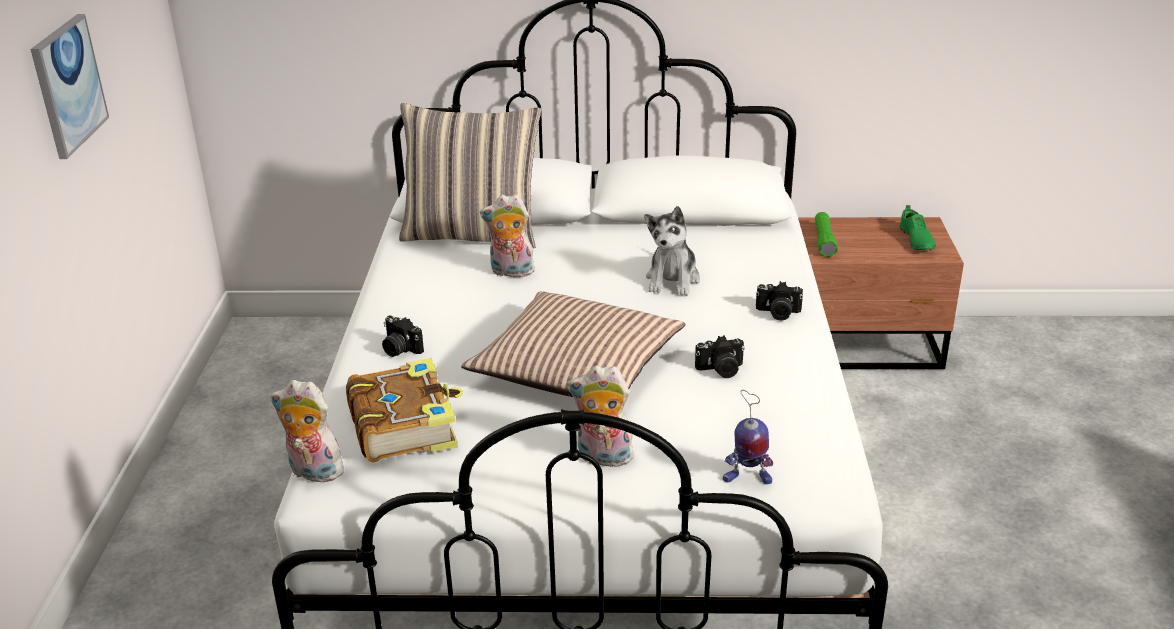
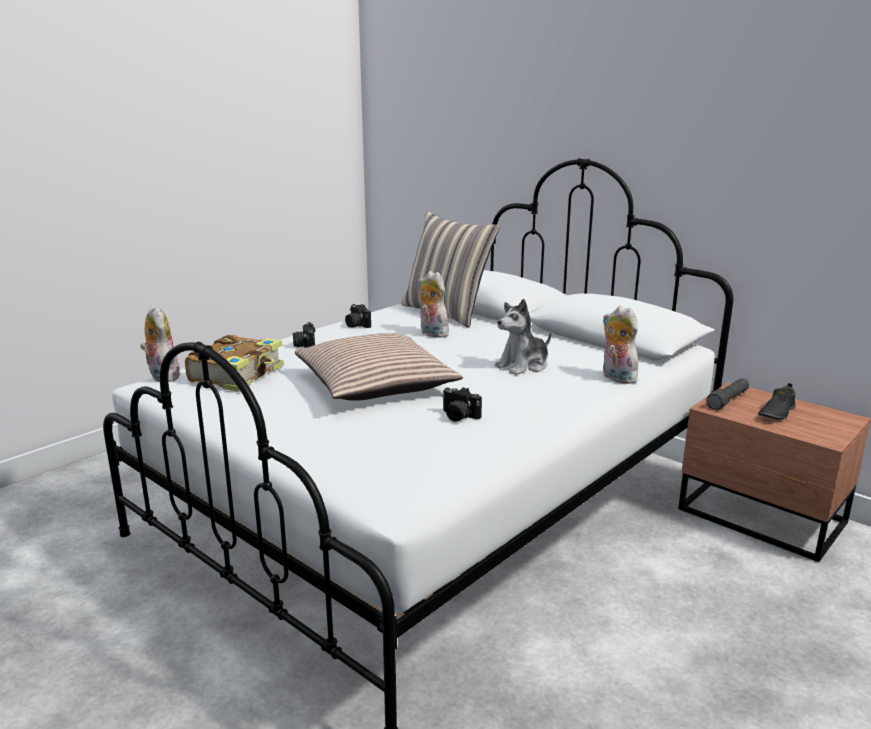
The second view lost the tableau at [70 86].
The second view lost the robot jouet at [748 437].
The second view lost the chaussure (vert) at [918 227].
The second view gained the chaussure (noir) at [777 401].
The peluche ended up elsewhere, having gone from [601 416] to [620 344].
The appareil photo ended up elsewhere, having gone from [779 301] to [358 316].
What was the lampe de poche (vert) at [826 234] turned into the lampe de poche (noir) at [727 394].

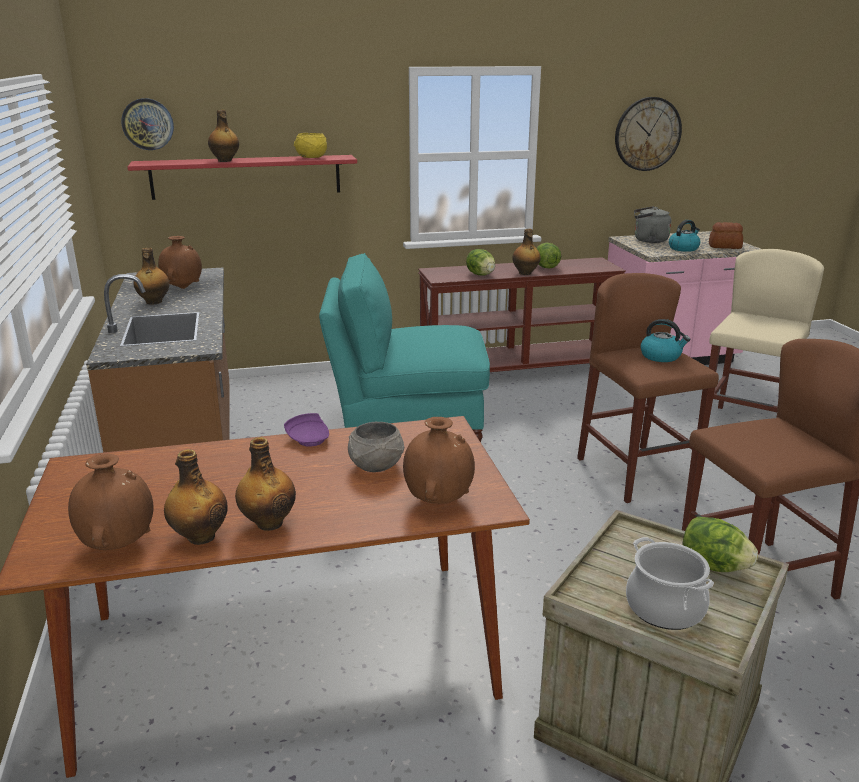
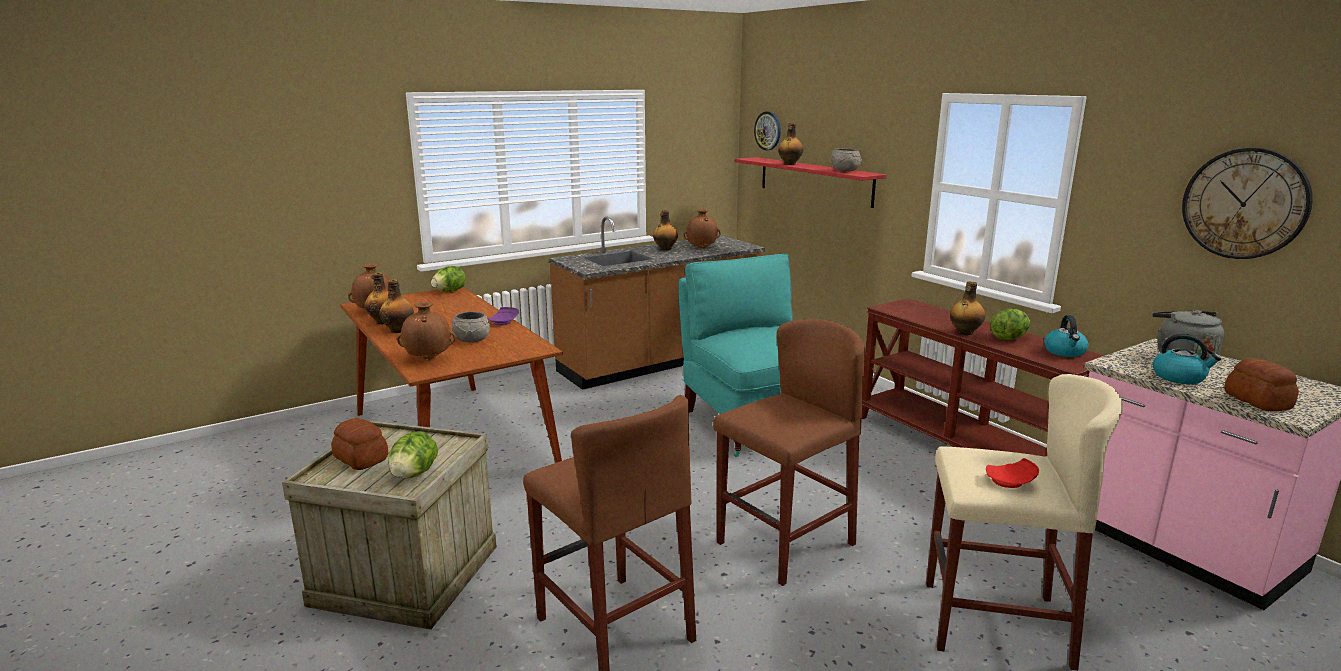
The second view gained the assiette (rouge) at [1012 473].
The laitue ended up elsewhere, having gone from [480 262] to [448 279].
The bouilloire ended up elsewhere, having gone from [665 340] to [1066 336].
Where the marmite stood at [670 583], the pain came to stand at [359 444].
What was the bol (jaune) at [310 145] turned into the bol (gris) at [846 160].

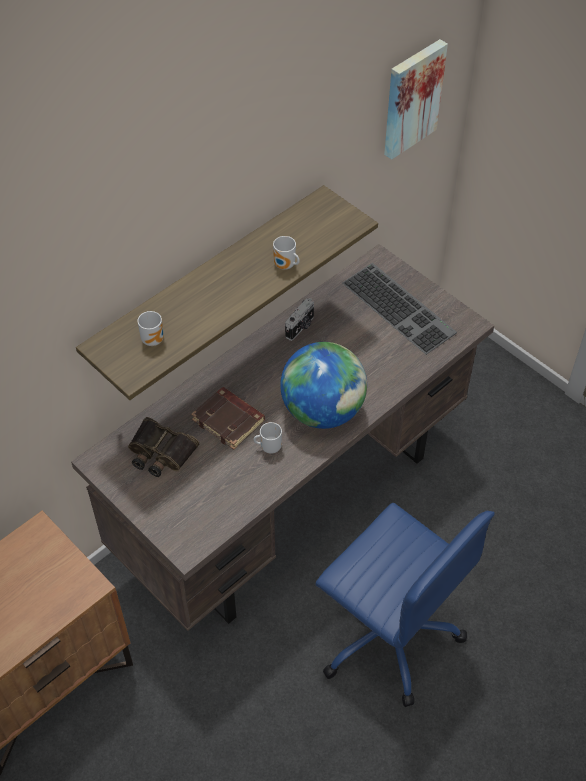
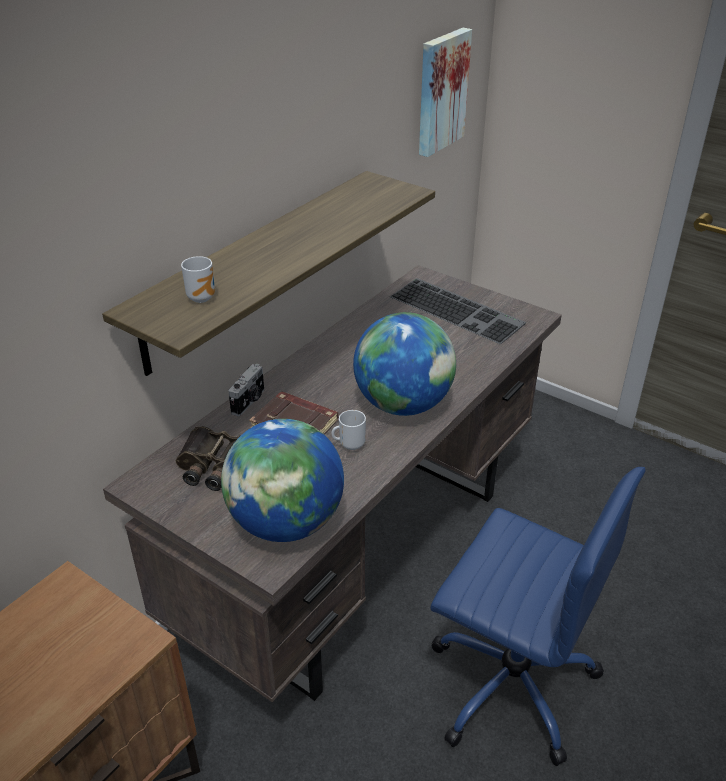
The second view lost the mug at [286 253].
The second view gained the globe at [282 480].
The appareil photo ended up elsewhere, having gone from [299 319] to [246 390].

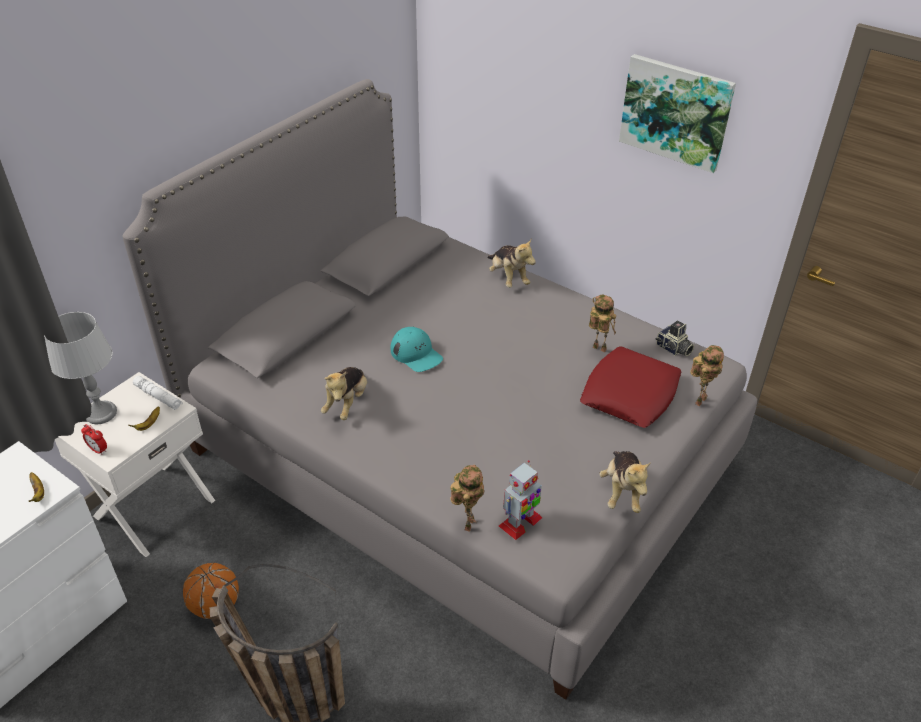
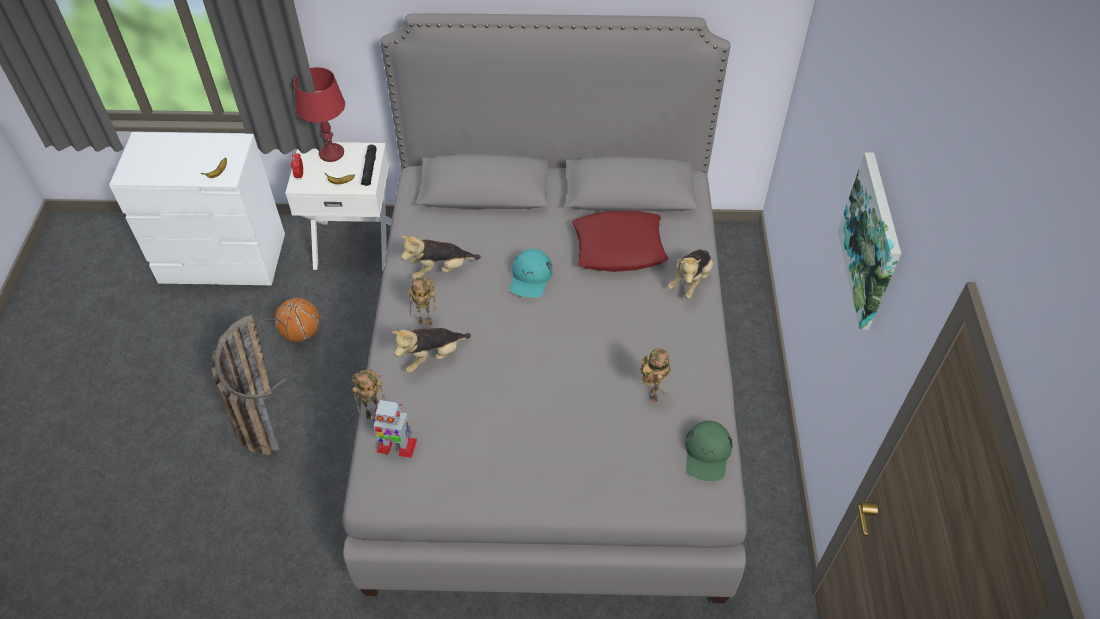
The coussin (rouge) ended up elsewhere, having gone from [631 387] to [620 241].
The peluche ended up elsewhere, having gone from [625 482] to [431 350].
The robot jouet ended up elsewhere, having gone from [707 375] to [422 301].
Where the appareil photo stood at [674 338], the casquette (vert) came to stand at [709 451].
What was the lampe de table (gris) at [80 368] turned into the lampe de table (rouge) at [319 114].
What was the lampe de poche (blanc) at [158 393] turned into the lampe de poche (noir) at [369 165].

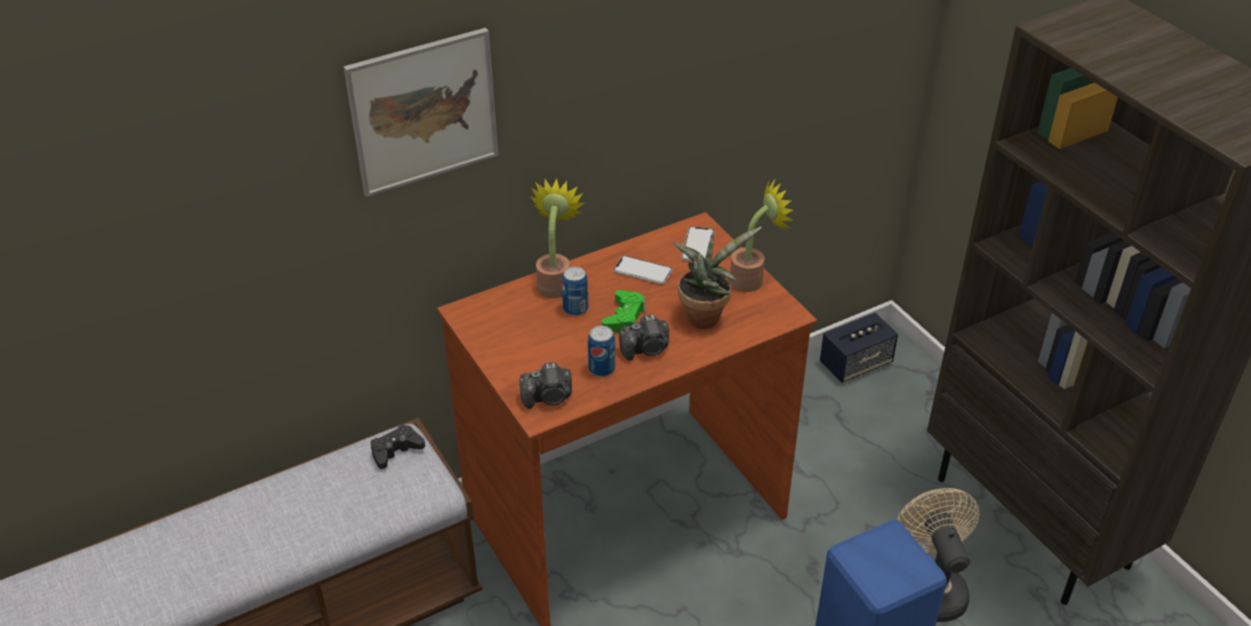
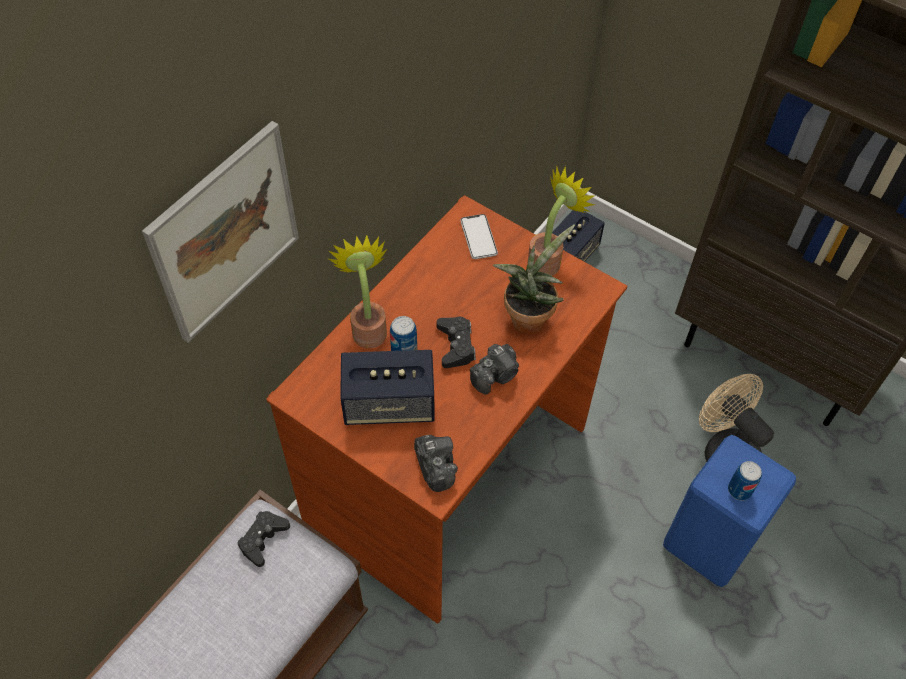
The second view lost the téléphone at [643 270].
The second view gained the enceinte at [387 387].
The boîte métallique ended up elsewhere, having gone from [601 351] to [745 481].
What was the manette (vert) at [624 311] turned into the manette (noir) at [456 342].
The appareil photo at [546 385] ended up facing another way, 75 degrees counterclockwise from before.

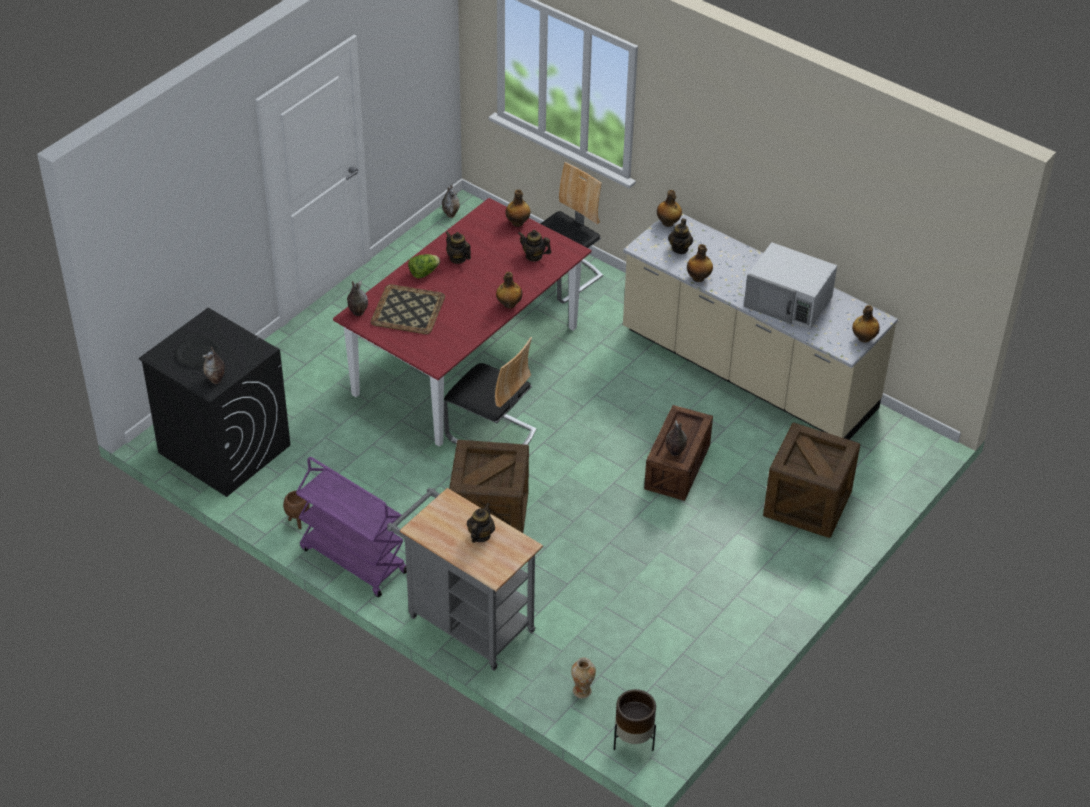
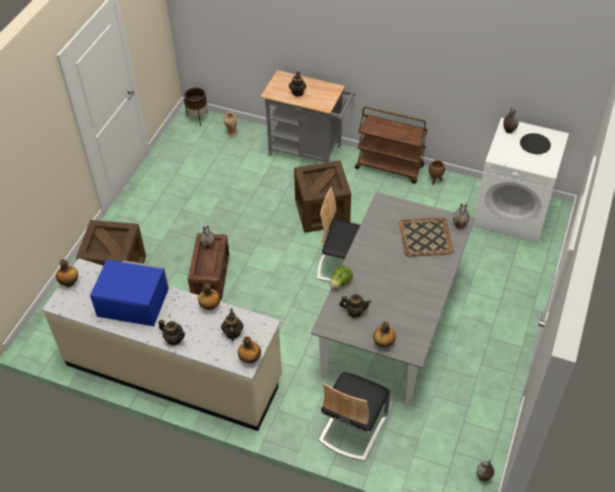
The second view lost the bouteille at [509 290].
The laitue ended up elsewhere, having gone from [424 266] to [341 277].
The théière ended up elsewhere, having gone from [458 247] to [172 332].
What was the lave-linge (noir) at [214 402] turned into the lave-linge (blanc) at [521 180].
What was the chariot (violet) at [351 527] turned into the chariot (marron) at [391 145].
What was the table à manger (rouge) at [462 322] turned into the table à manger (gris) at [393 299].
What was the micro-ondes (blanc) at [790 285] turned into the micro-ondes (bleu) at [129 293].

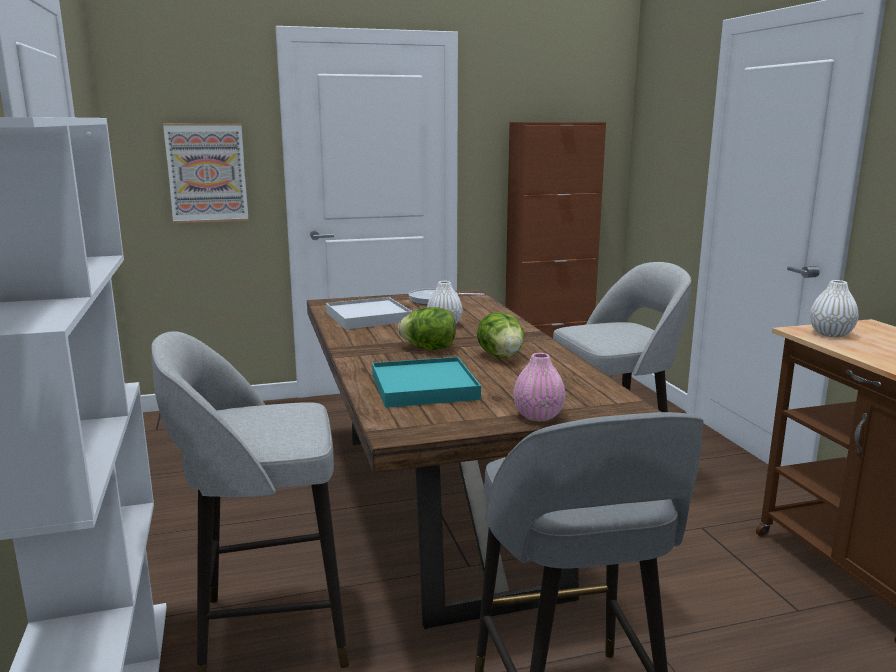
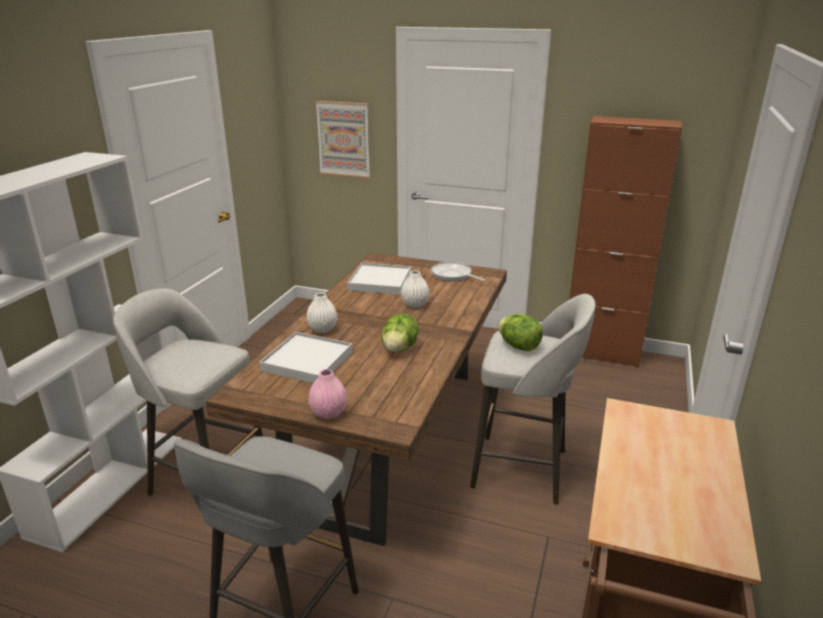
The laitue ended up elsewhere, having gone from [427 328] to [520 332].
The vase (blanc) ended up elsewhere, having gone from [834 308] to [321 313].
What was the plateau (turquoise) at [426 382] turned into the plateau (blanc) at [306 357].

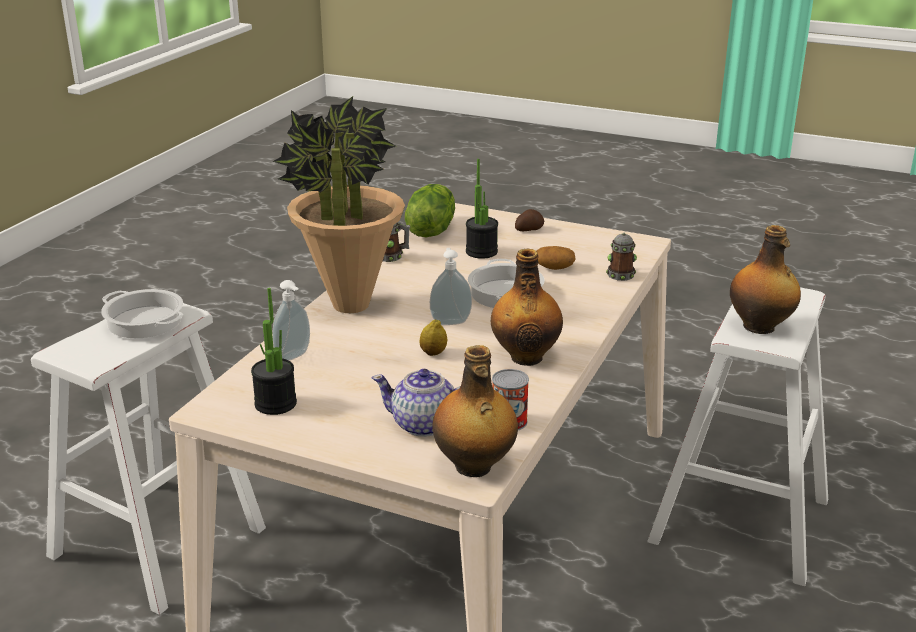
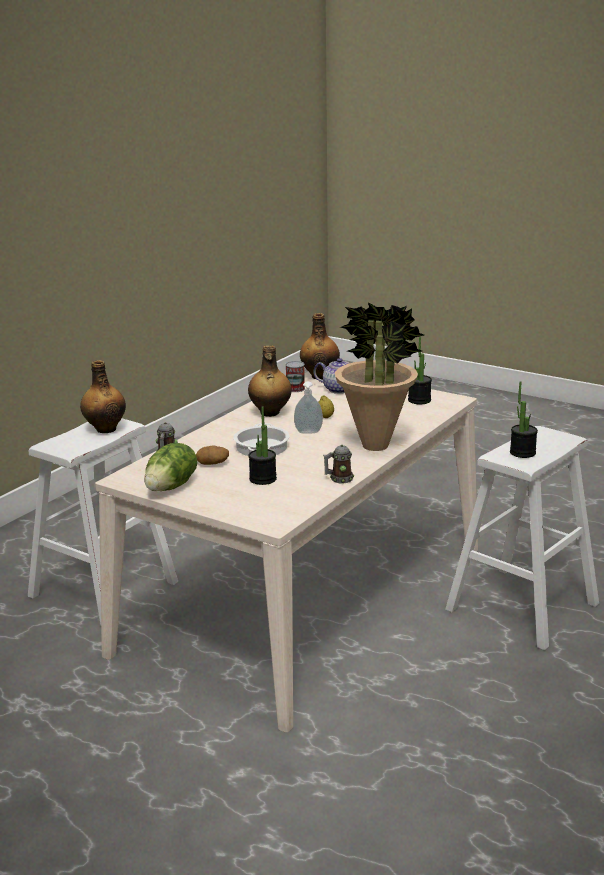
The second view lost the distributeur de savon at [291 320].
The second view lost the pomme de terre at [529 220].
The laitue ended up elsewhere, having gone from [430 210] to [170 467].
Where the marmite stood at [142 313], the plante en pot came to stand at [524 420].

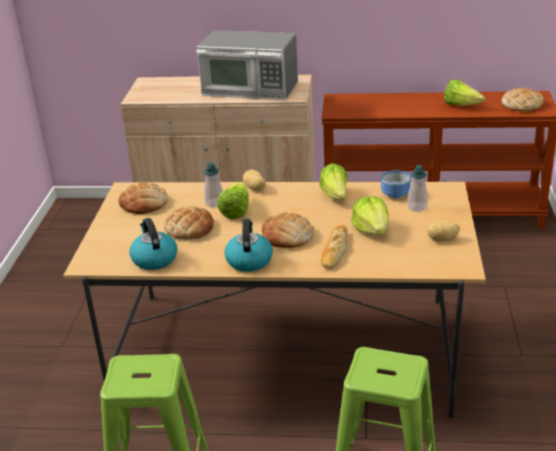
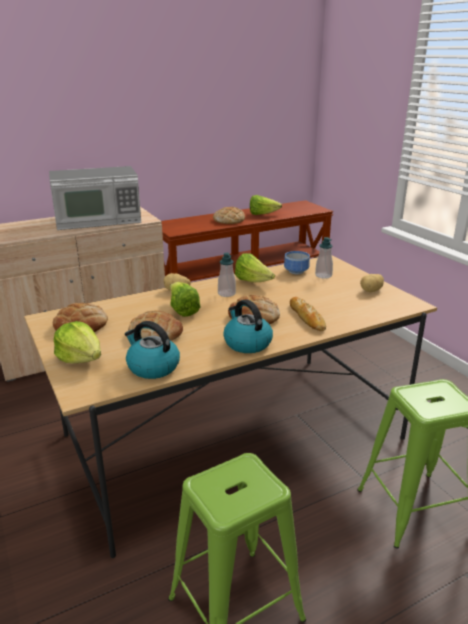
The distributeur de savon ended up elsewhere, having gone from [213 184] to [227 275].
The laitue ended up elsewhere, having gone from [370 216] to [77 342].
The pain ended up elsewhere, having gone from [522 99] to [229 215].

